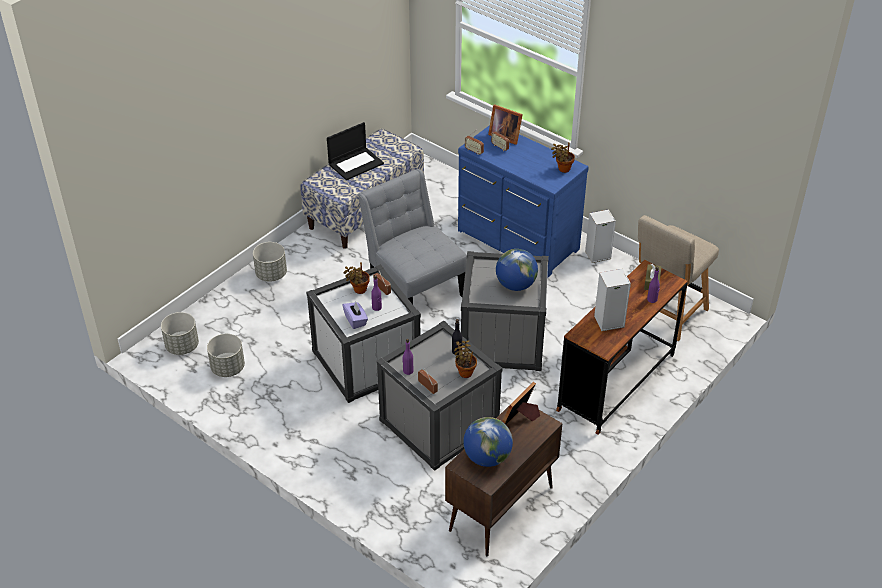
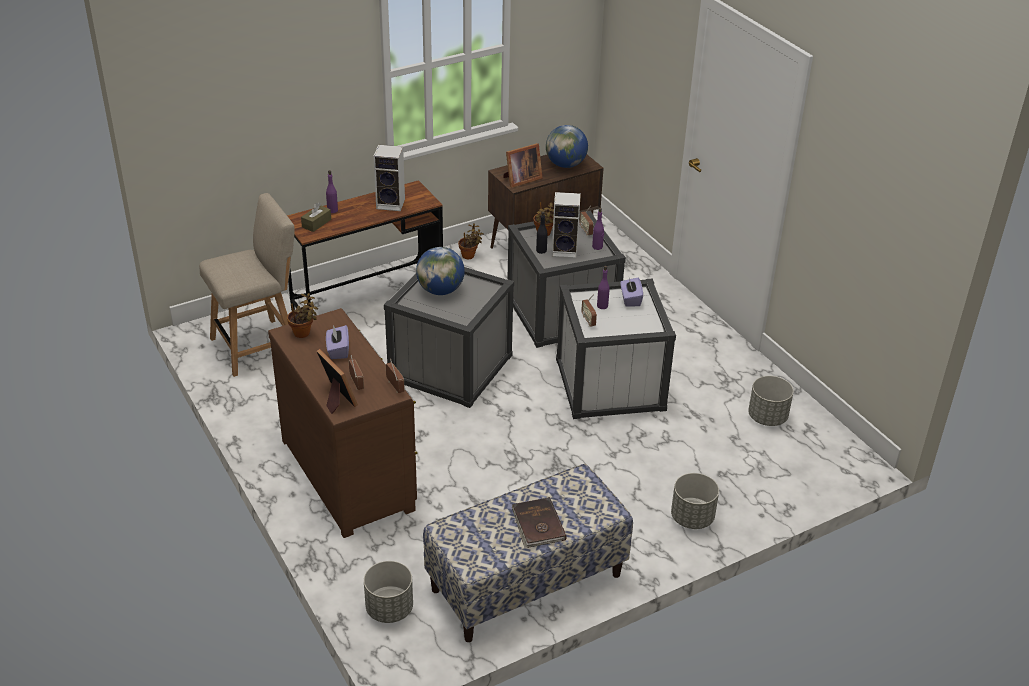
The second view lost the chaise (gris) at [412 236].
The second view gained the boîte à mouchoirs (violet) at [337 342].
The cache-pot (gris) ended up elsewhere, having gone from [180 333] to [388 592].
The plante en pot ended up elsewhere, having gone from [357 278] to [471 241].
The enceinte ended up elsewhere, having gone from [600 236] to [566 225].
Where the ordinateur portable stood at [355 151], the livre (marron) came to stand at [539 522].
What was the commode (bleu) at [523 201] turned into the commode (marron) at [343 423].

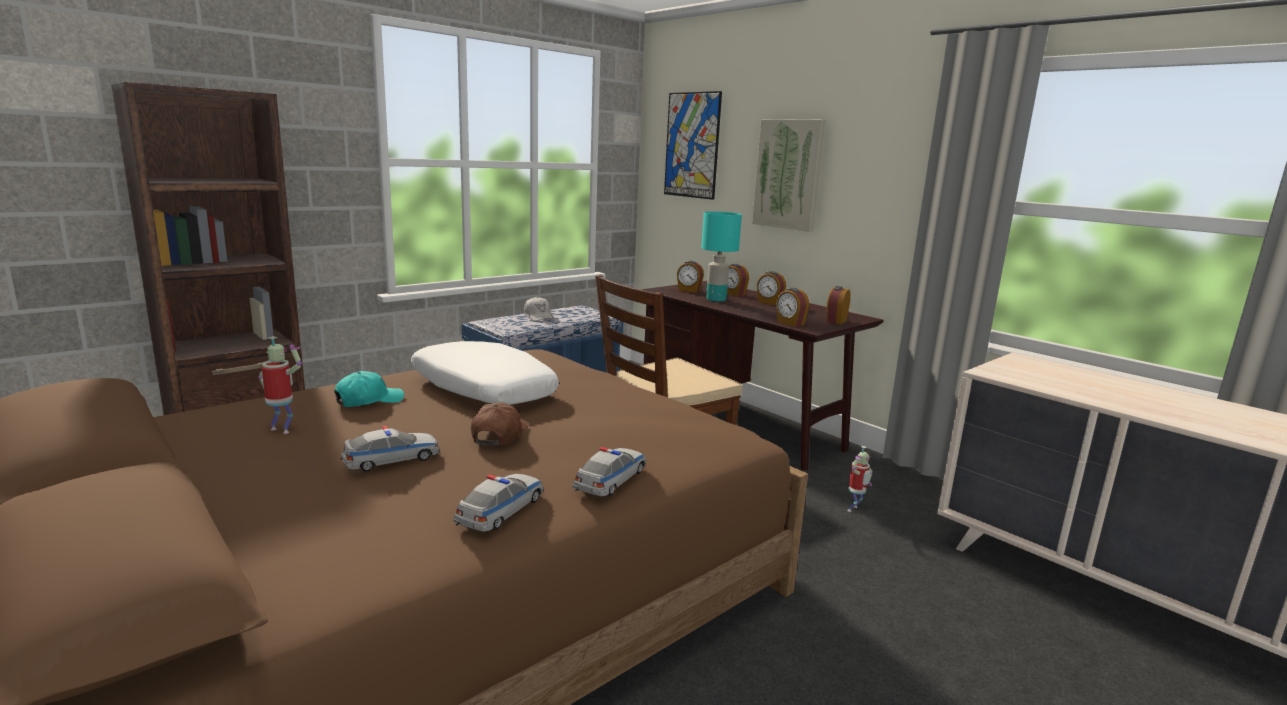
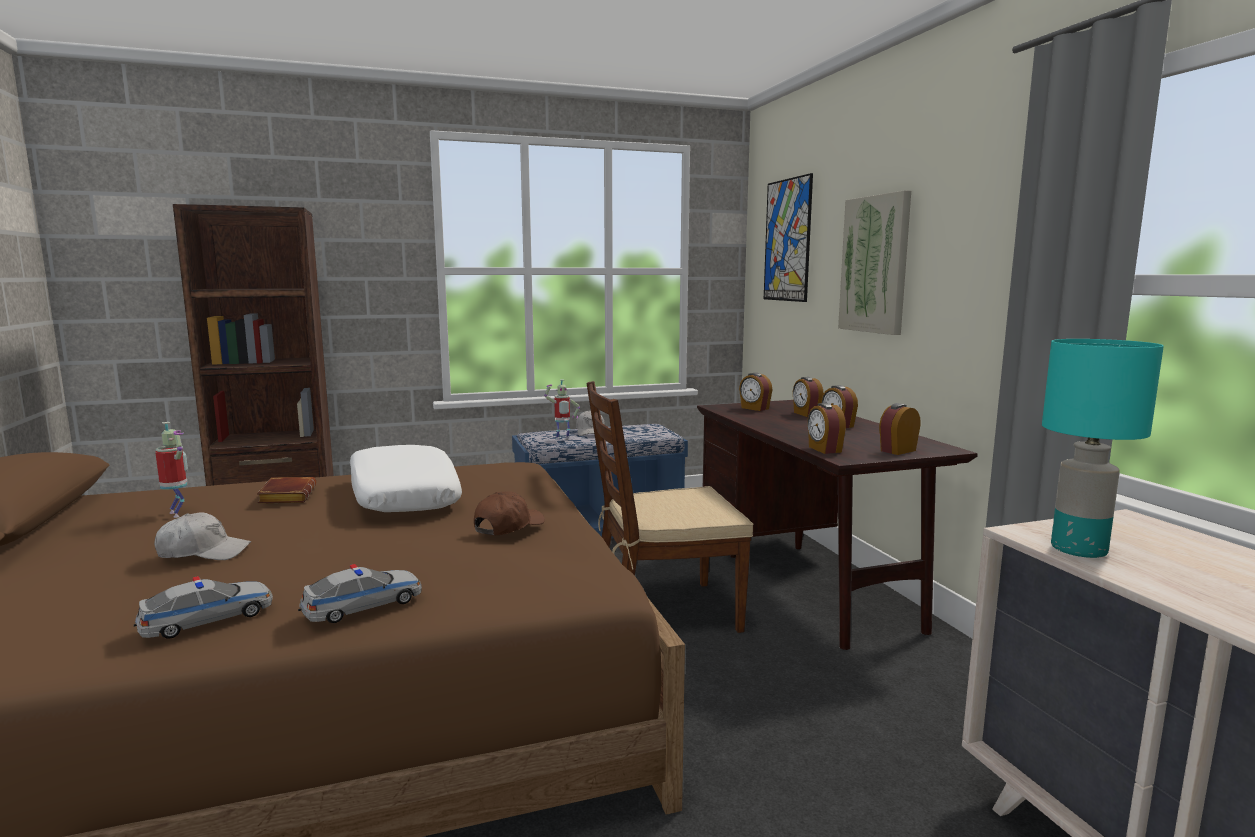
The casquette (marron) ended up elsewhere, having gone from [499 423] to [509 513].
The lampe de table (turquoise) ended up elsewhere, having gone from [721 256] to [1103 448].
The robot jouet ended up elsewhere, having gone from [860 479] to [562 409].
Where the casquette (turquoise) stood at [369 389], the livre (marron) came to stand at [286 490].
Where the petite voiture stood at [389 448], the casquette (blanc) came to stand at [202 536].

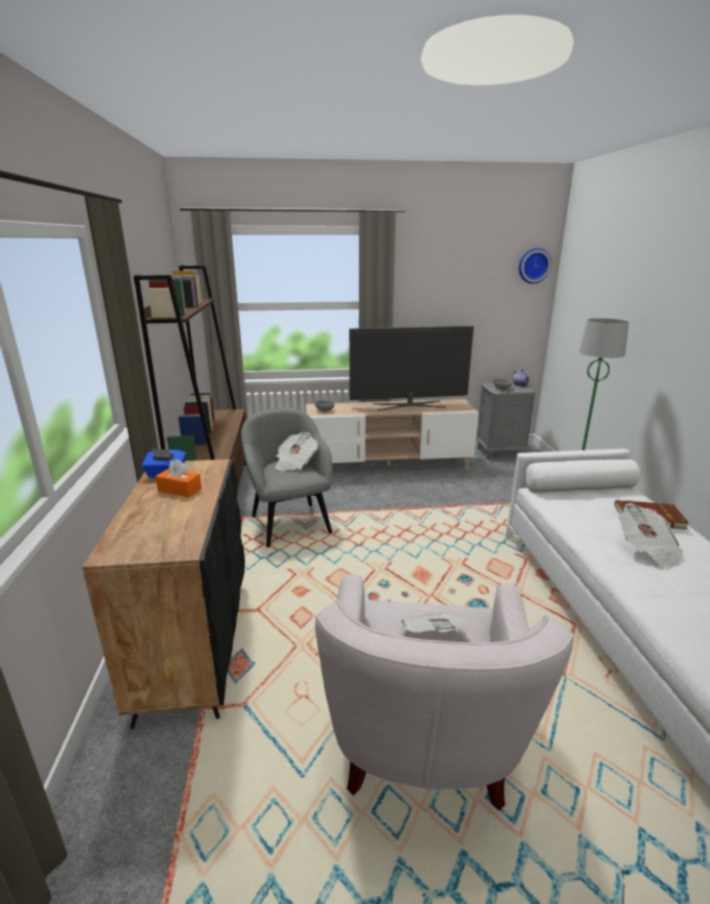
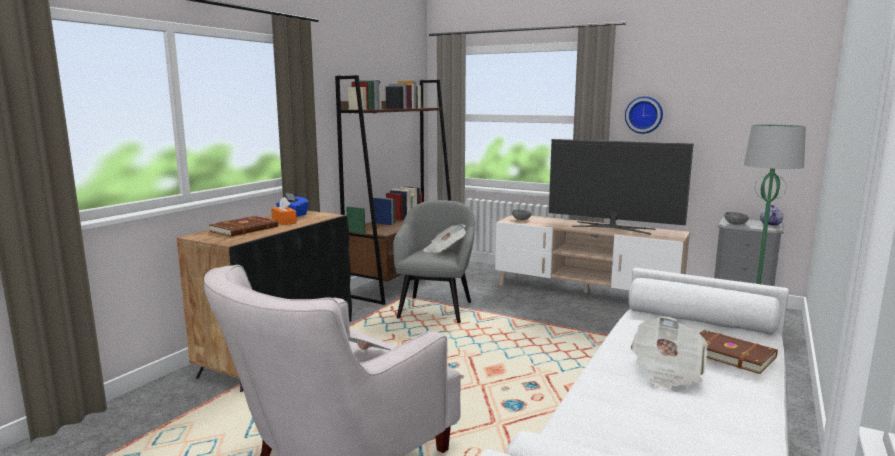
The second view gained the livre (marron) at [243 226].
The horloge murale ended up elsewhere, having gone from [535 266] to [644 115].

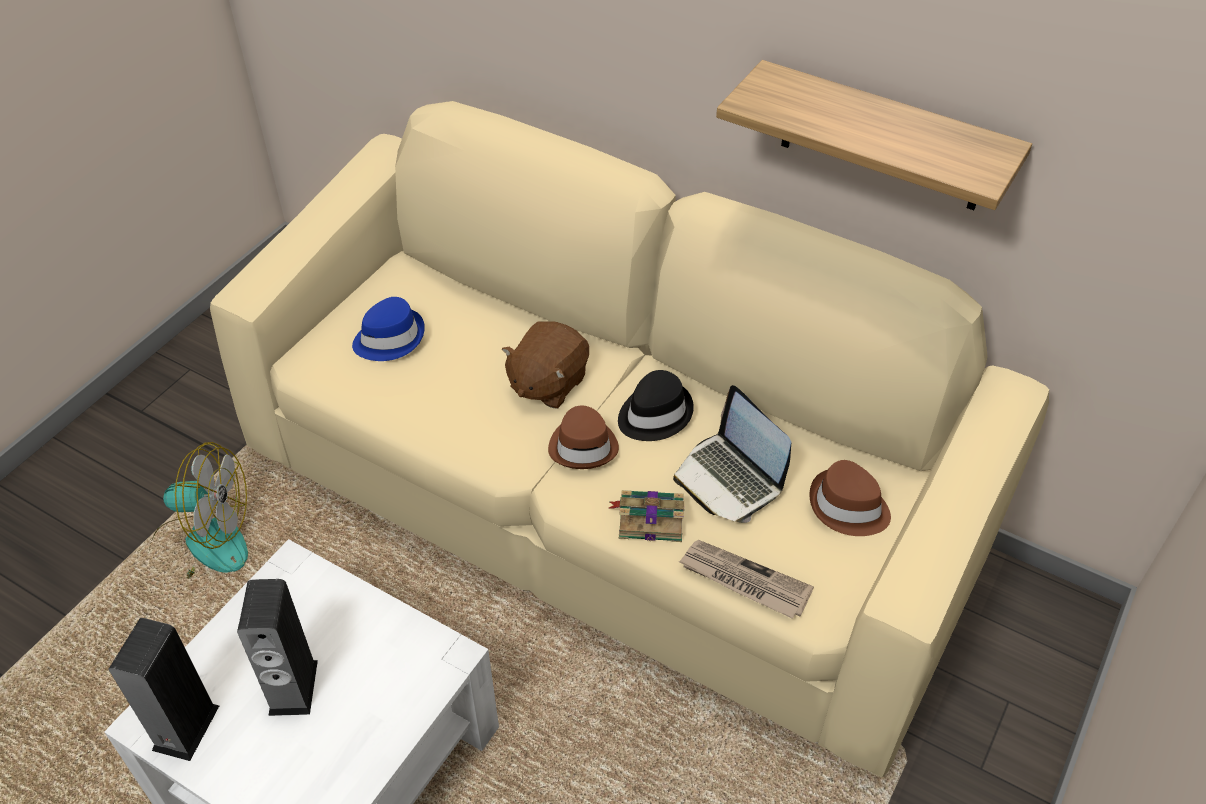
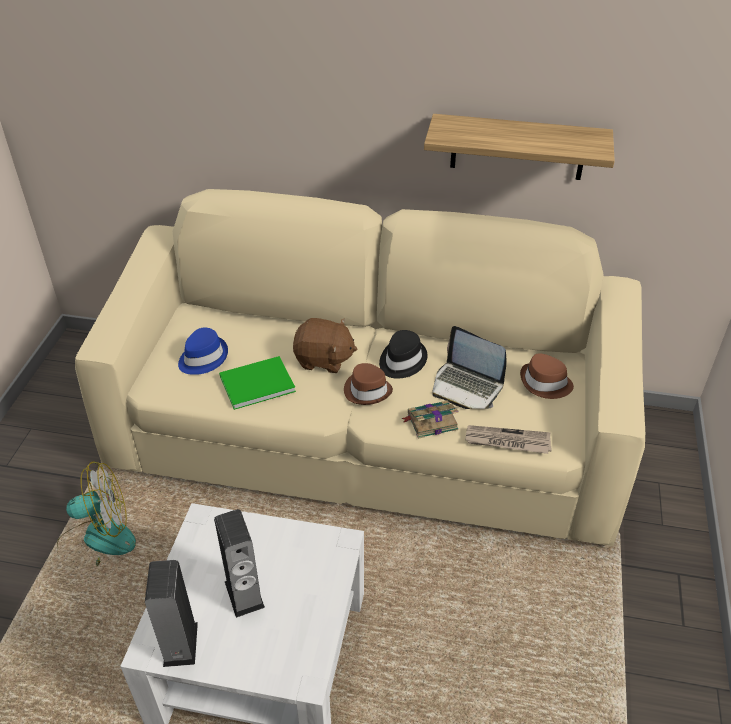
The second view gained the livre (vert) at [257 383].
The peluche (marron) at [545 364] ended up facing another way, 90 degrees counterclockwise from before.

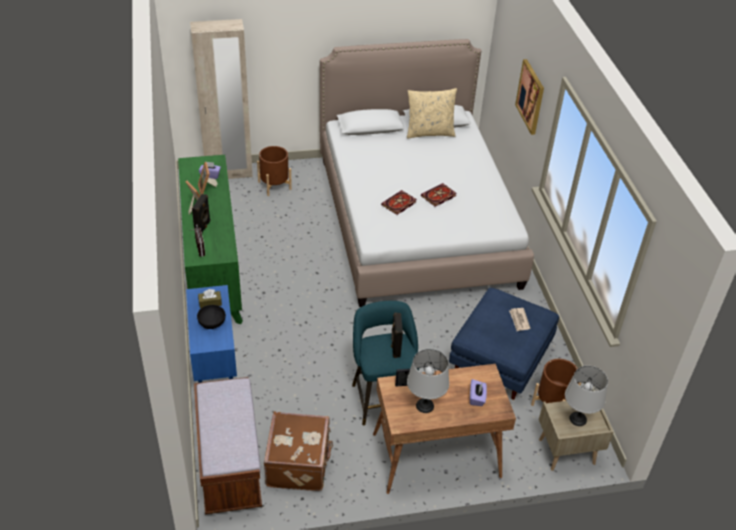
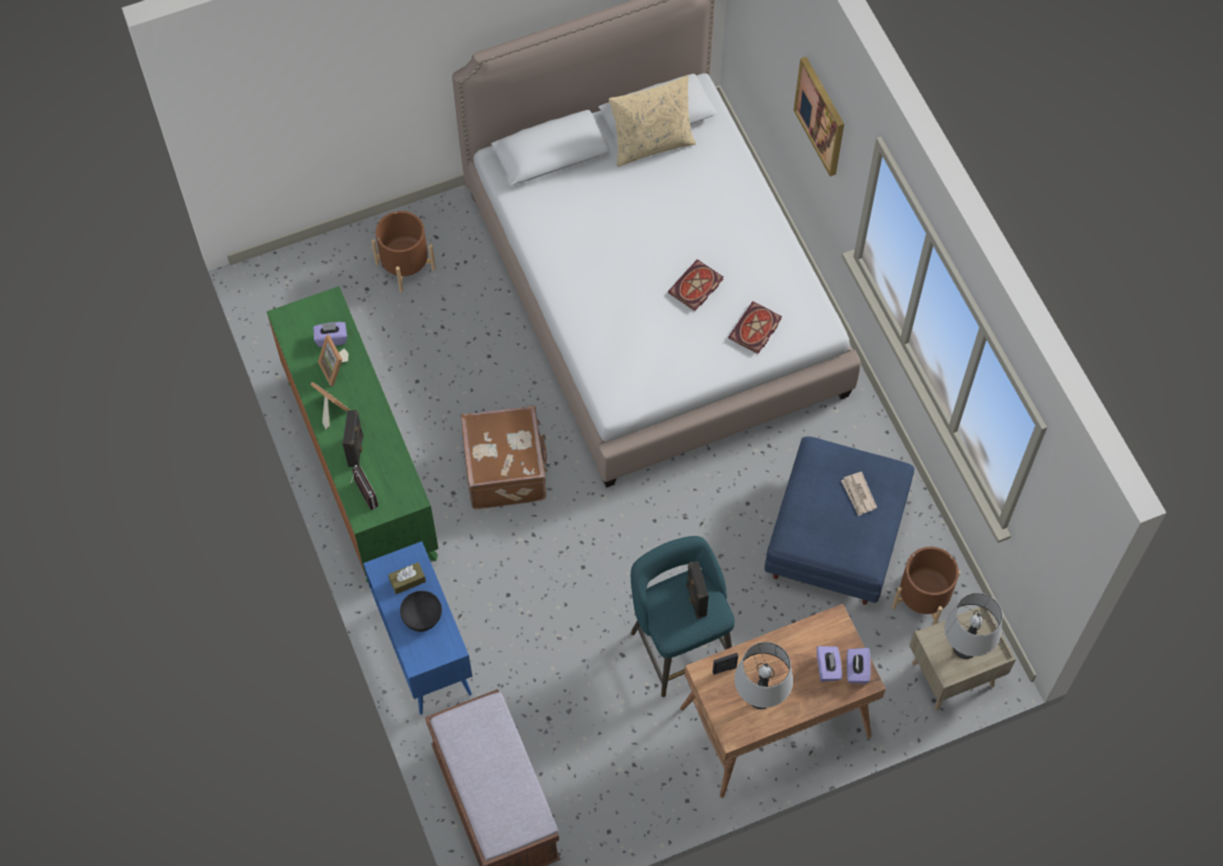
The second view lost the armoire (beige) at [221 99].
The second view gained the boîte à mouchoirs (violet) at [858 666].
The valise (marron) ended up elsewhere, having gone from [298 451] to [504 457].
The livre ended up elsewhere, having gone from [399 202] to [755 327].

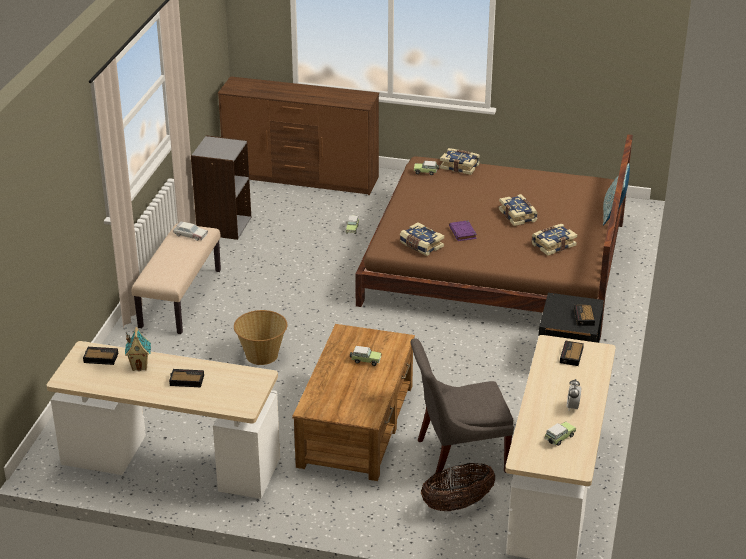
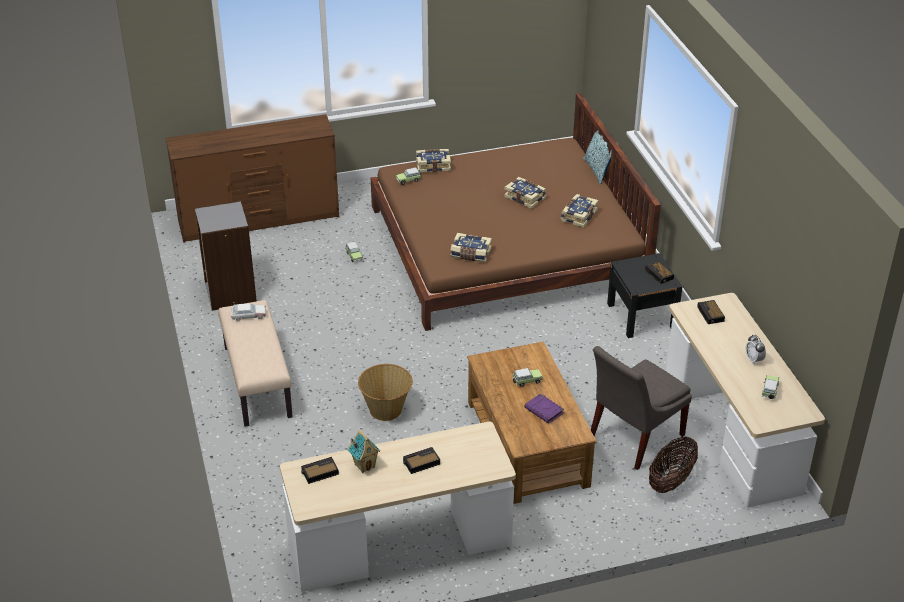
The livre (violet) ended up elsewhere, having gone from [463 230] to [544 408].

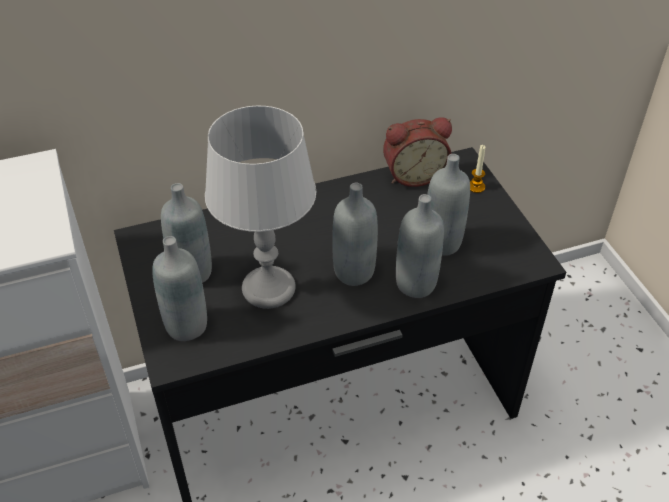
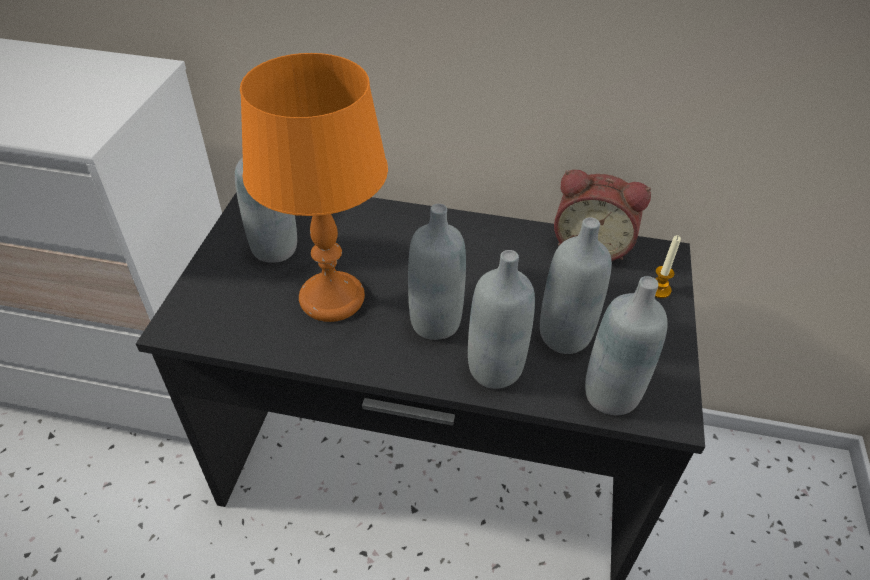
The bouteille (gris) ended up elsewhere, having gone from [179 288] to [626 345].
What was the lampe de table (gris) at [260 207] turned into the lampe de table (orange) at [314 187].

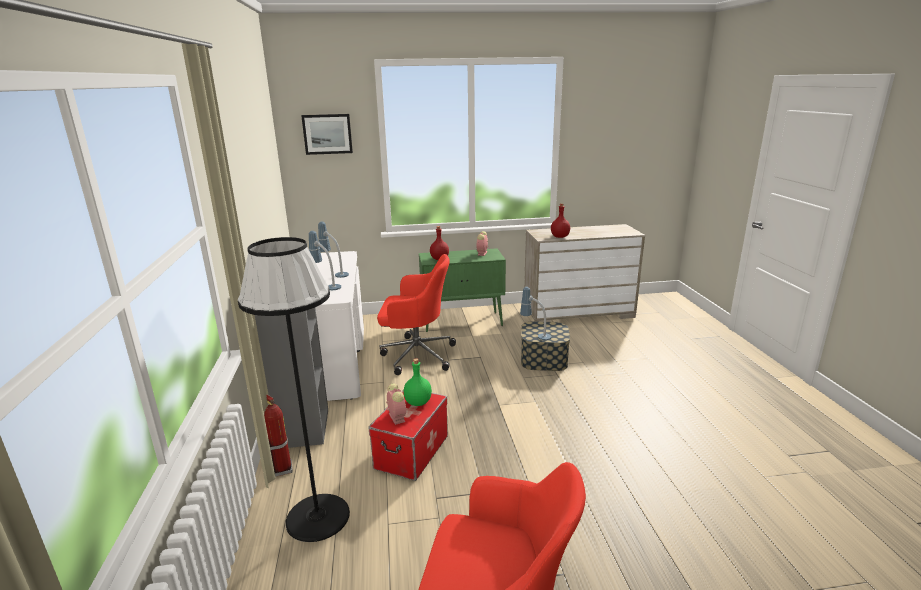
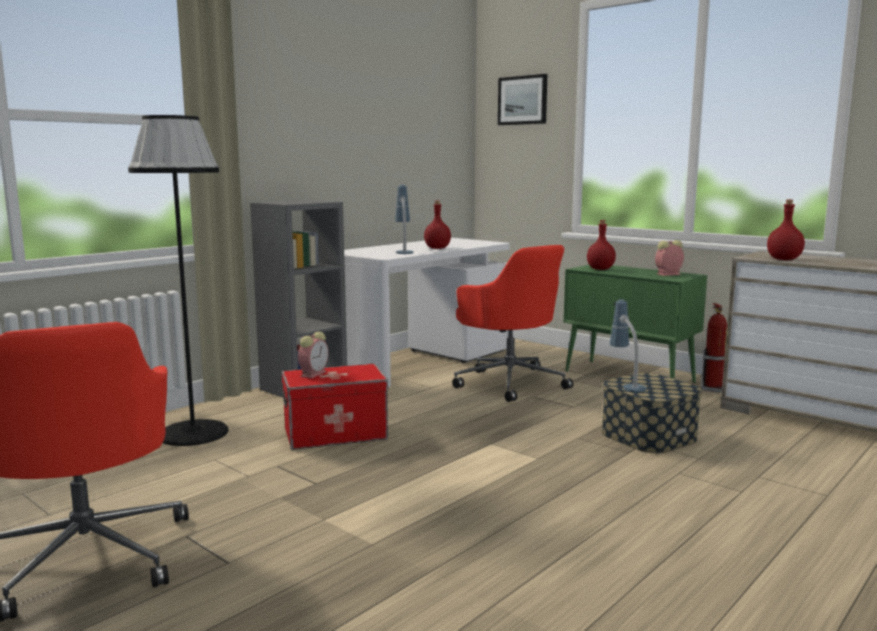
The second view lost the bouteille (vert) at [417 382].
The extincteur ended up elsewhere, having gone from [278 435] to [714 348].
Where the lampe de table stood at [333 249], the bouteille (rouge) came to stand at [437 225].

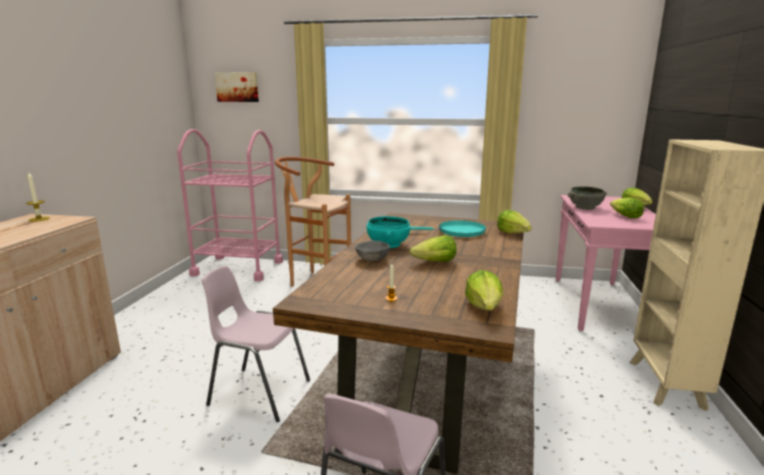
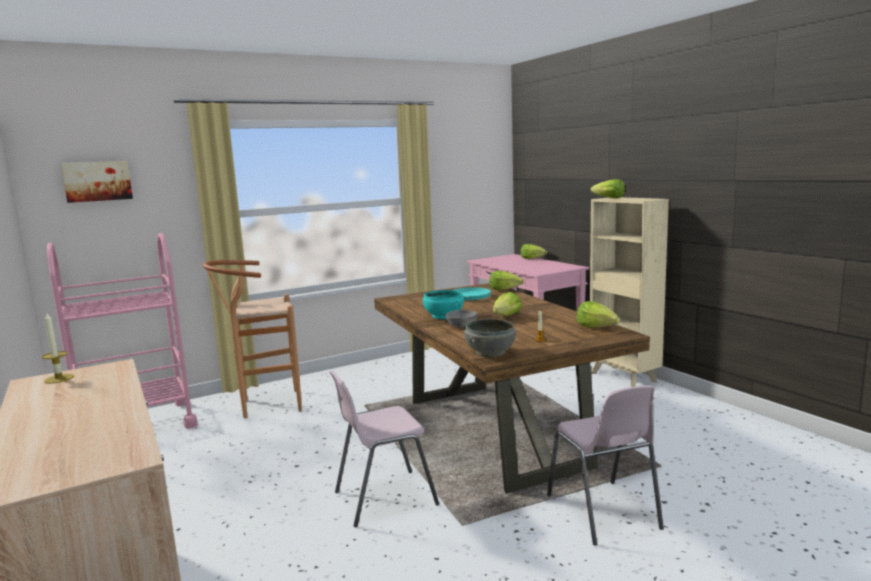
The bol (gris) ended up elsewhere, having gone from [587 198] to [490 338].
The laitue ended up elsewhere, having gone from [627 208] to [608 188].

